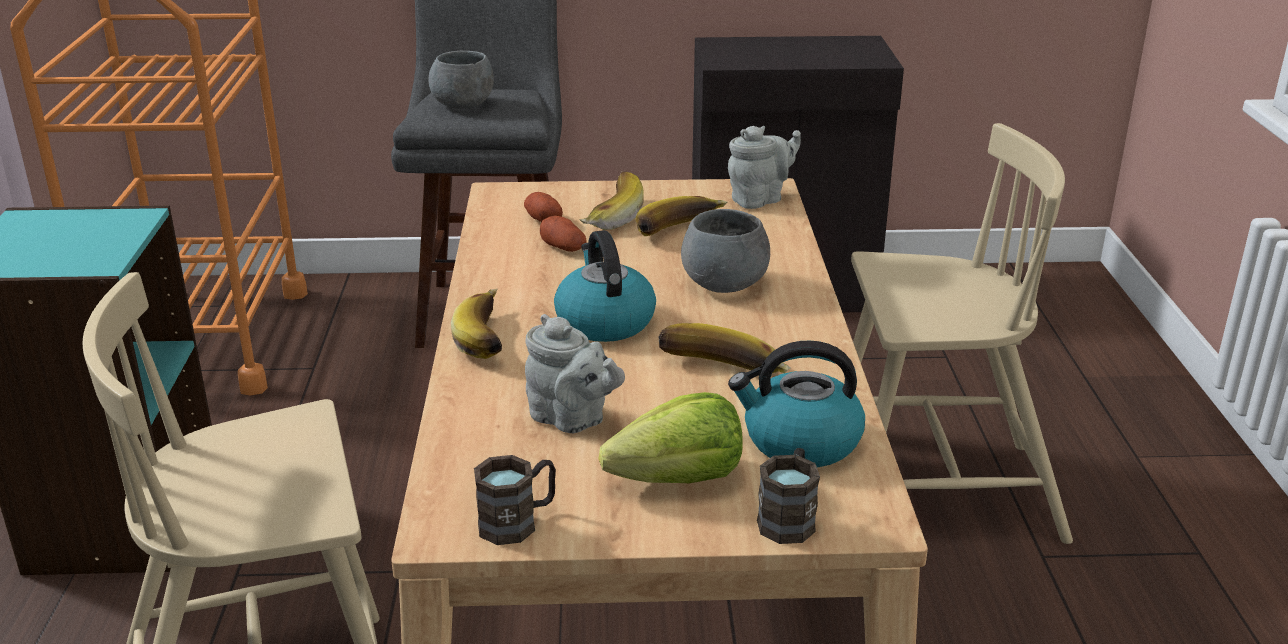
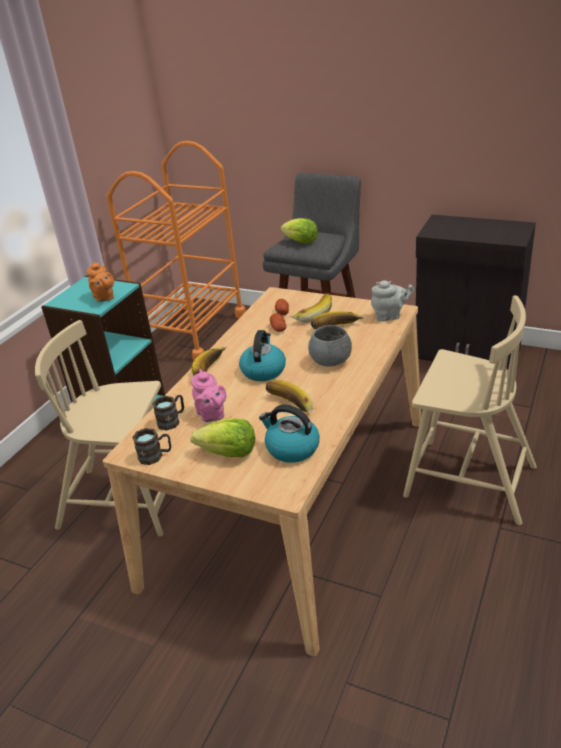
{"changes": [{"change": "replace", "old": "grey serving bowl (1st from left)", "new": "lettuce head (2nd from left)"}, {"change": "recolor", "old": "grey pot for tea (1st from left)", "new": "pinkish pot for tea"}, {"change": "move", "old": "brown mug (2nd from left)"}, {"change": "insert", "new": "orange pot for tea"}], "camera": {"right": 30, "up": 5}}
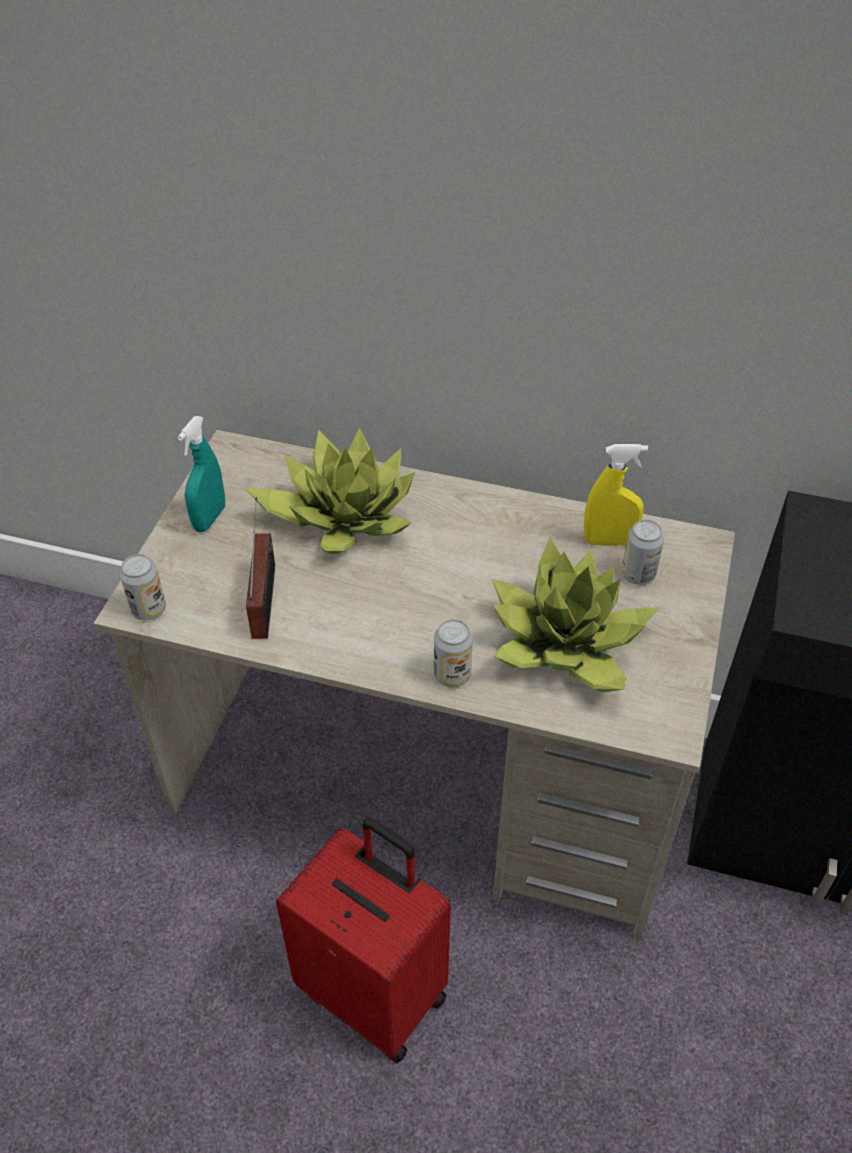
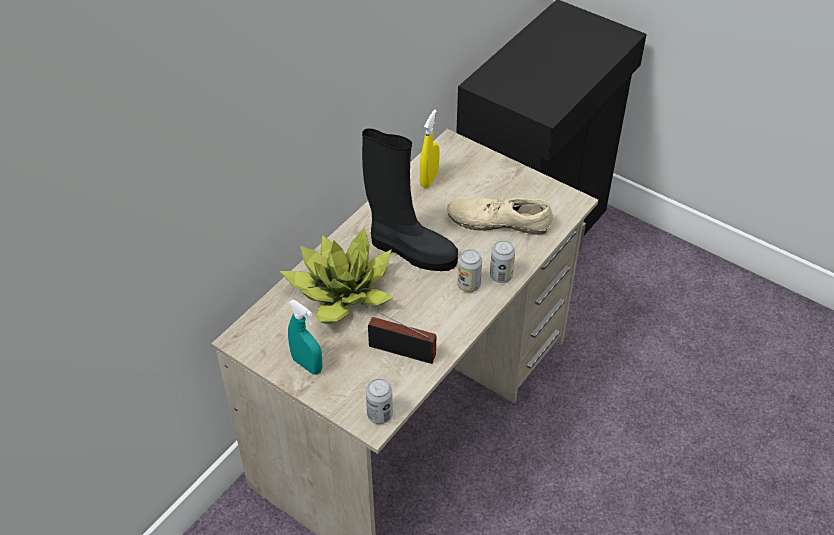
{"changes": [{"change": "move", "old": "metal can (3rd from left in the first image)", "new": "metal can (2nd from left)"}, {"change": "replace", "old": "potted plant (2nd from left)", "new": "beige-coloured item of footwear"}, {"change": "delete", "old": "reddish piece of luggage"}, {"change": "insert", "new": "black boot"}], "camera": {"right": -70, "up": 0}}
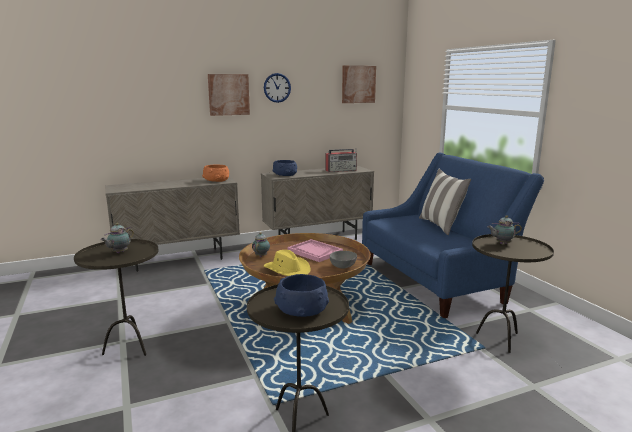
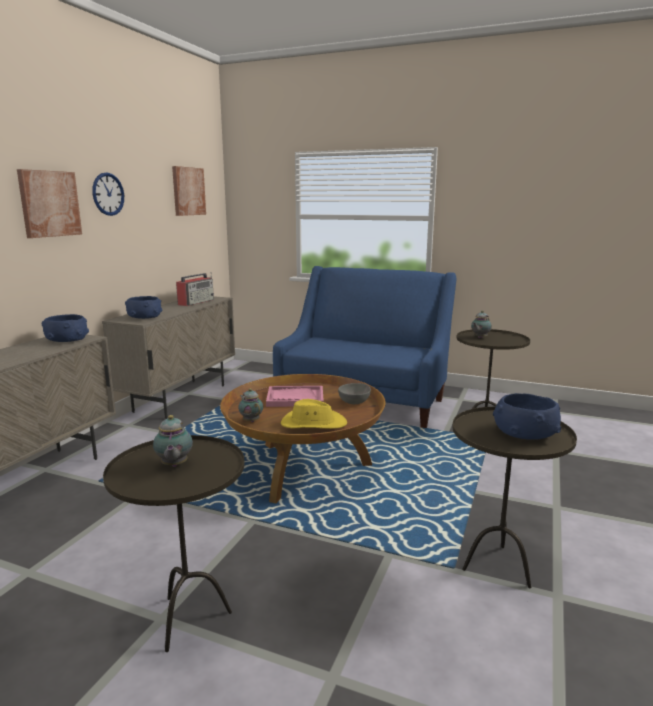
{"changes": [{"change": "recolor", "old": "orange serving bowl", "new": "bluish serving bowl (1st from left)"}, {"change": "delete", "old": "throw pillow"}], "camera": {"right": -45, "up": 0}}
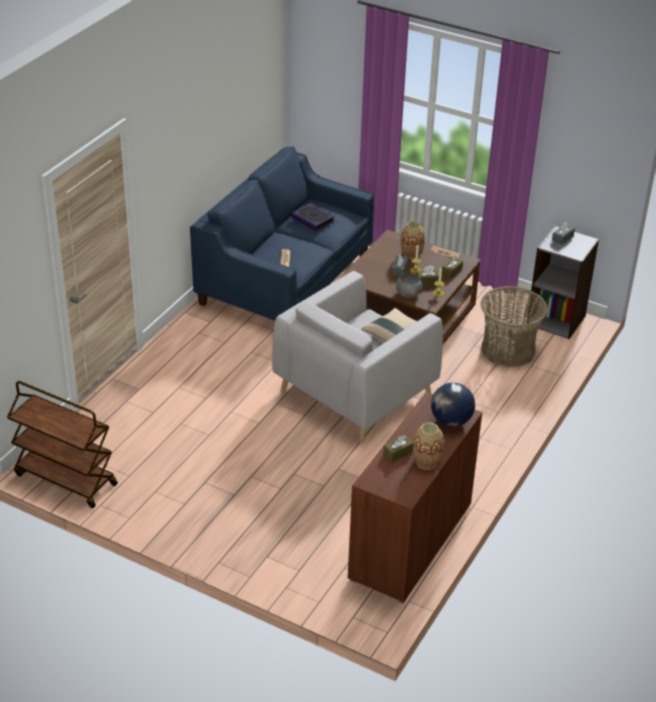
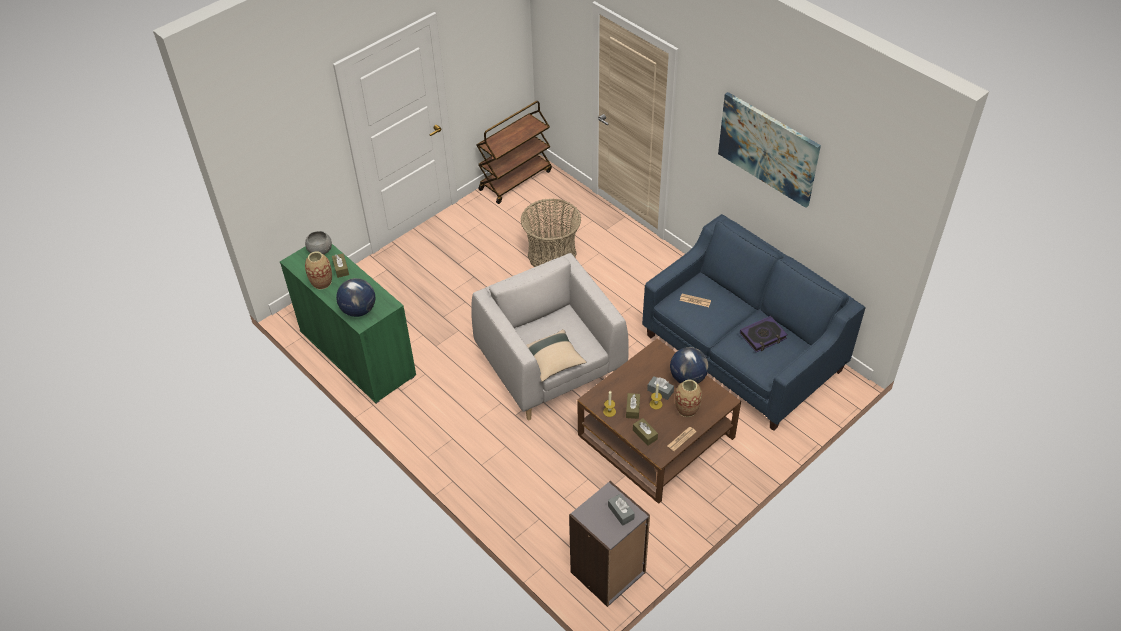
{"changes": [{"change": "move", "old": "grey serving bowl"}, {"change": "move", "old": "basket"}, {"change": "recolor", "old": "brown cabinet", "new": "green cabinet"}, {"change": "insert", "new": "picture"}, {"change": "insert", "new": "desk globe (2nd from left)"}], "camera": {"right": 110, "up": 10}}
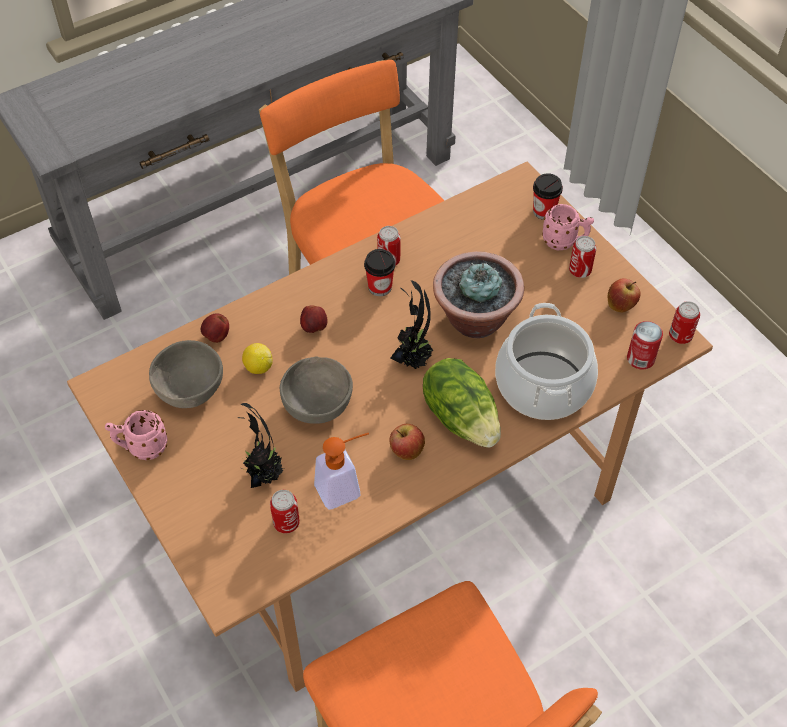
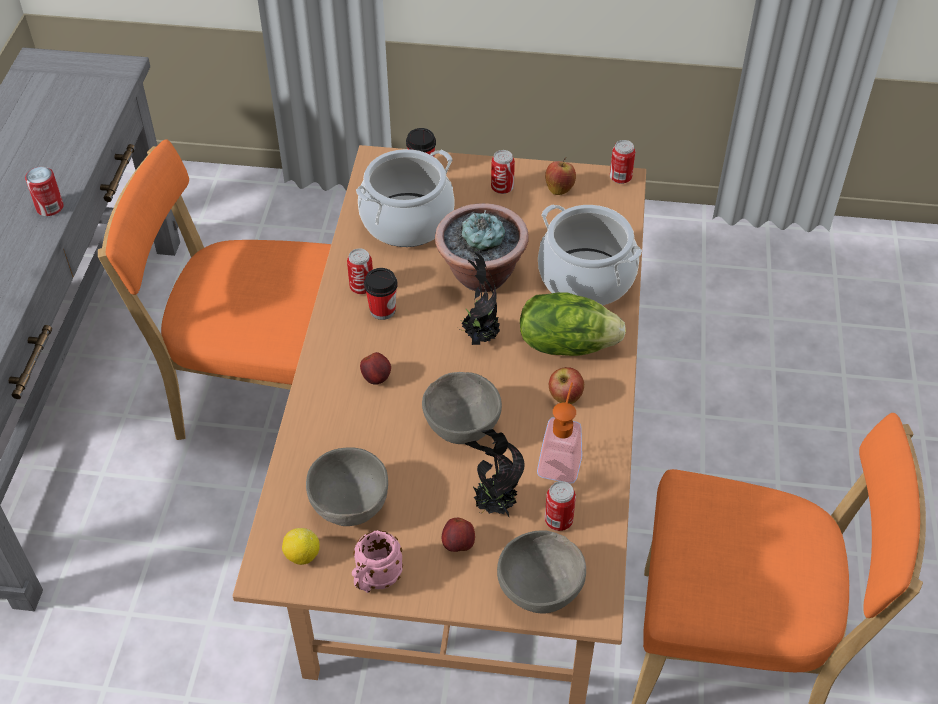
{"changes": [{"change": "delete", "old": "pinkish mug (2nd from left)"}, {"change": "move", "old": "whole apple (1st from left in the first image)", "new": "whole apple (2nd from left)"}, {"change": "move", "old": "metal can (4th from left in the first image)", "new": "metal can (1st from left)"}, {"change": "move", "old": "citrus fruit"}, {"change": "insert", "new": "stockpot (1st from left)"}, {"change": "insert", "new": "grey serving bowl (3rd from left)"}], "camera": {"right": -50, "up": -5}}
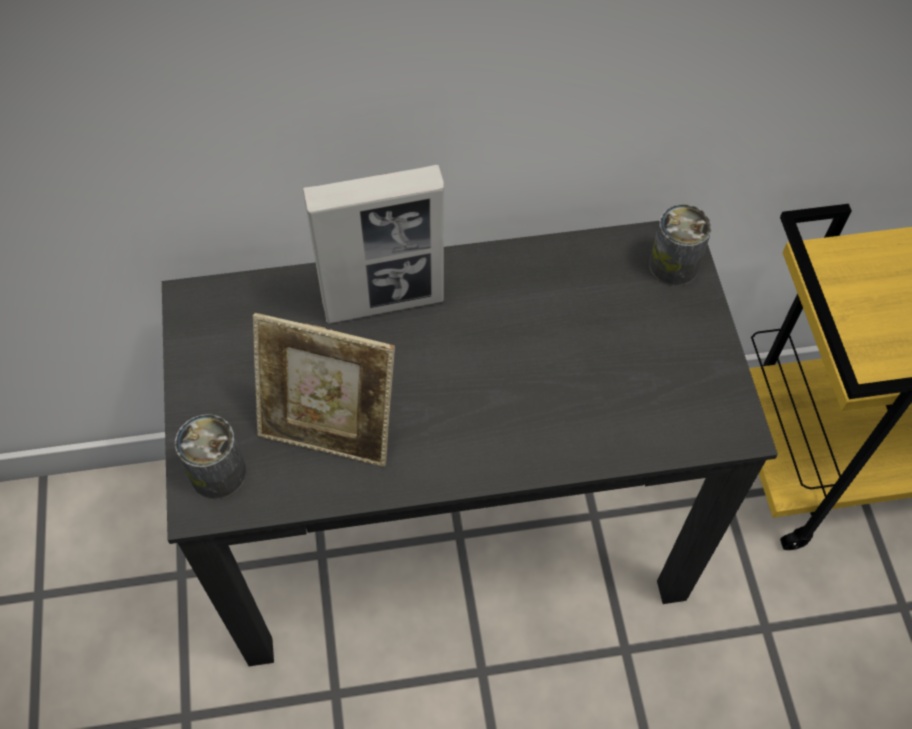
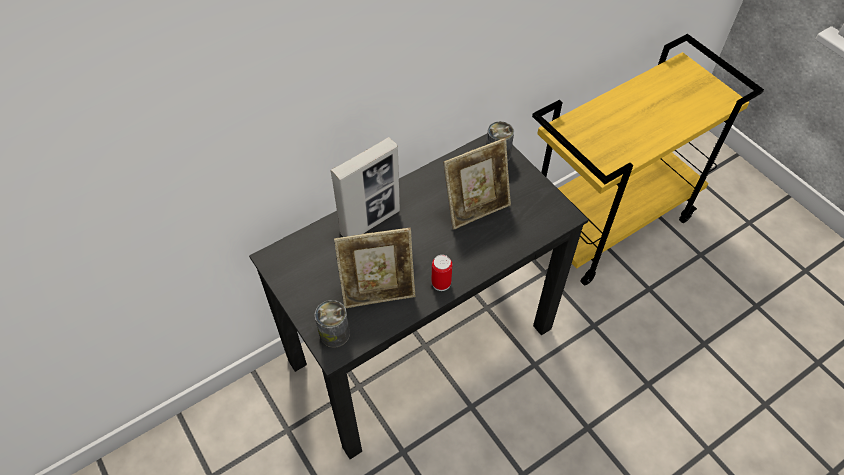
{"changes": [{"change": "insert", "new": "photo frame (3rd from left)"}, {"change": "insert", "new": "metal can (2nd from left)"}], "camera": {"right": -25, "up": -5}}
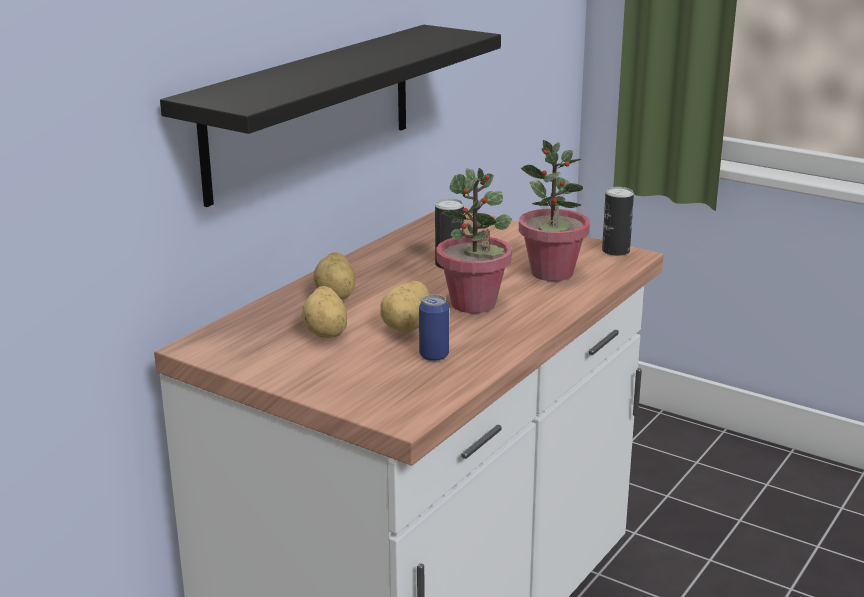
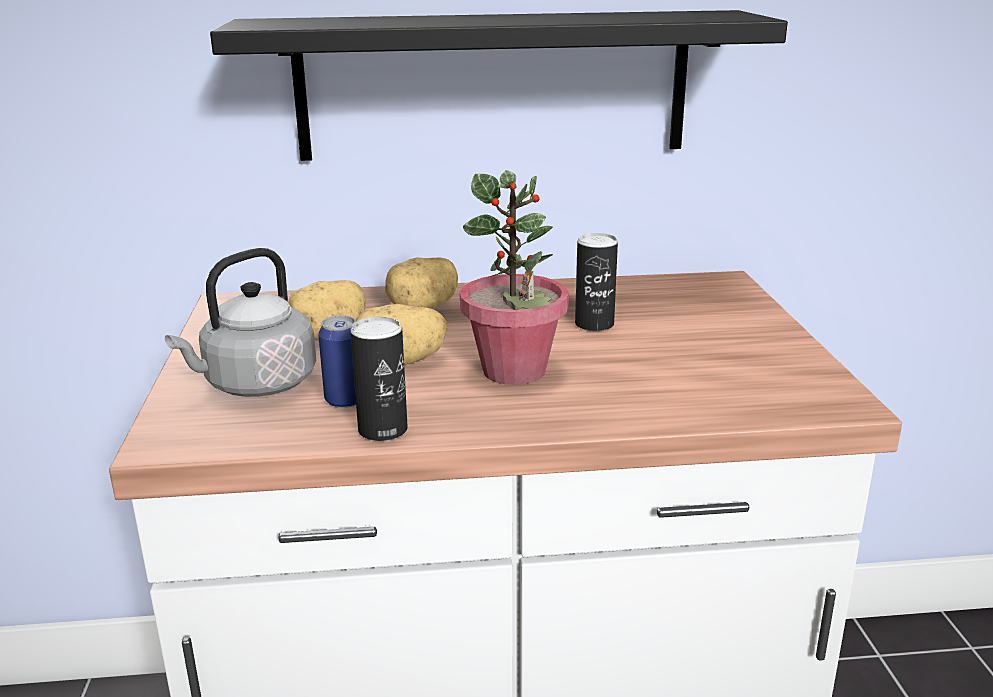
{"changes": [{"change": "delete", "old": "potted plant (2nd from left)"}, {"change": "move", "old": "metal can (3rd from left in the first image)", "new": "metal can (2nd from left)"}, {"change": "insert", "new": "grey water kettle"}], "camera": {"right": 50, "up": 0}}
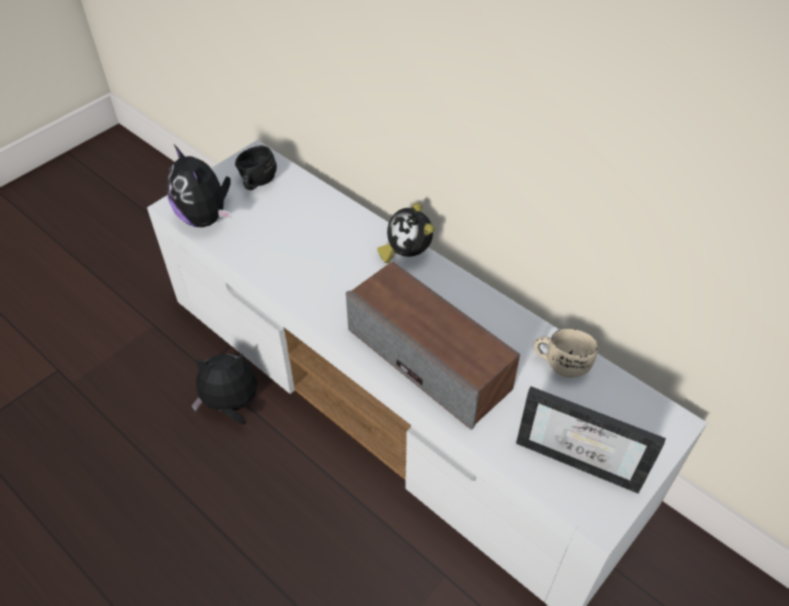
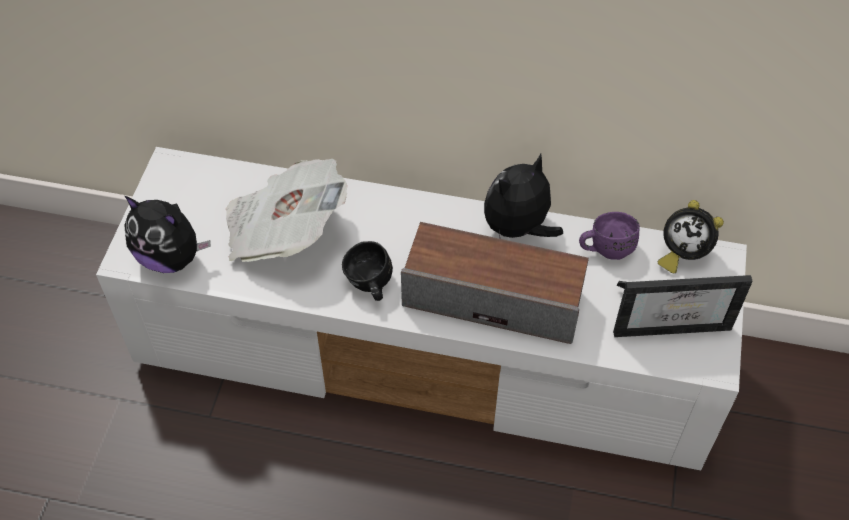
{"changes": [{"change": "move", "old": "black mug"}, {"change": "move", "old": "alarm clock"}, {"change": "recolor", "old": "beige-coloured mug", "new": "purple-coloured mug"}, {"change": "move", "old": "plush toy (2nd from left)"}, {"change": "insert", "new": "newspaper"}], "camera": {"right": -30, "up": 5}}
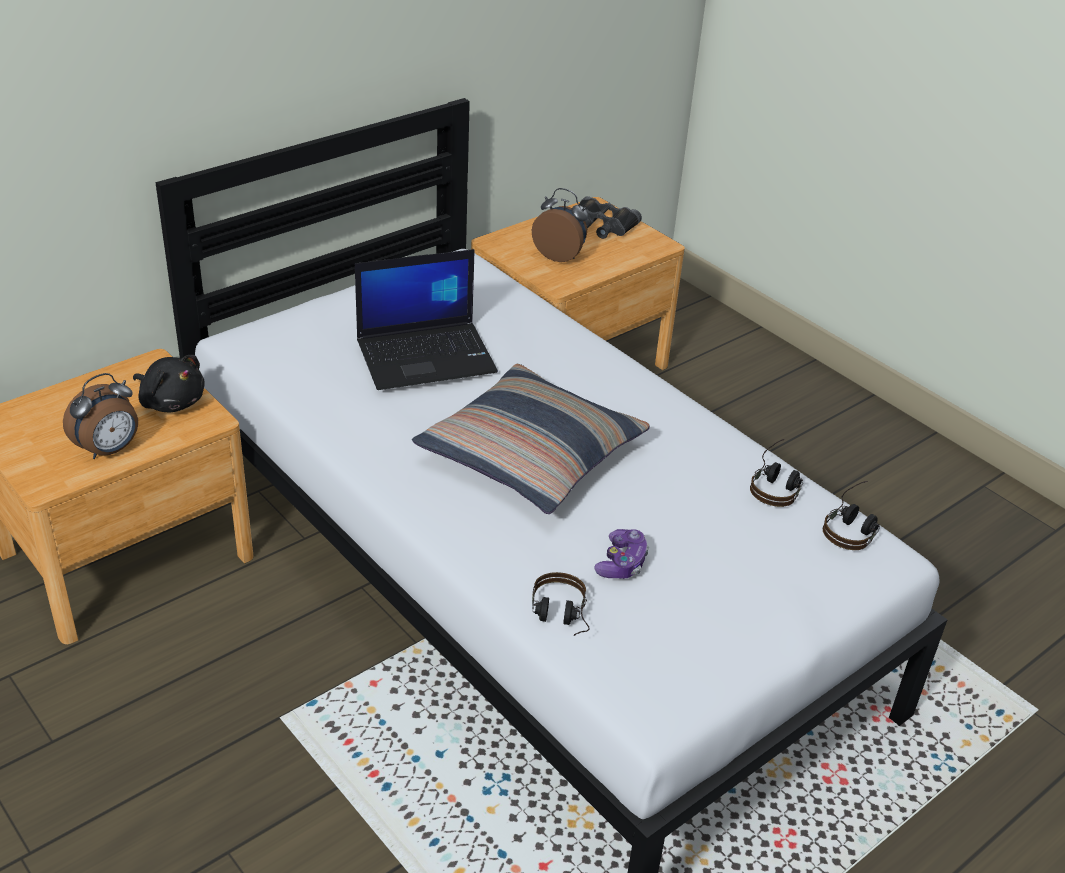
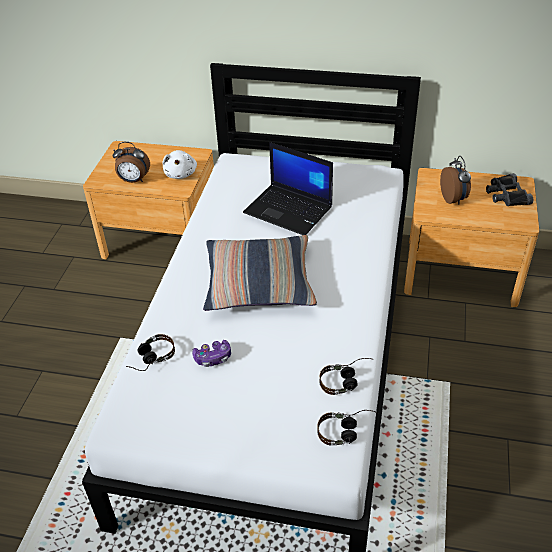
{"changes": [{"change": "recolor", "old": "black plush toy", "new": "white plush toy"}], "camera": {"right": 55, "up": 5}}
